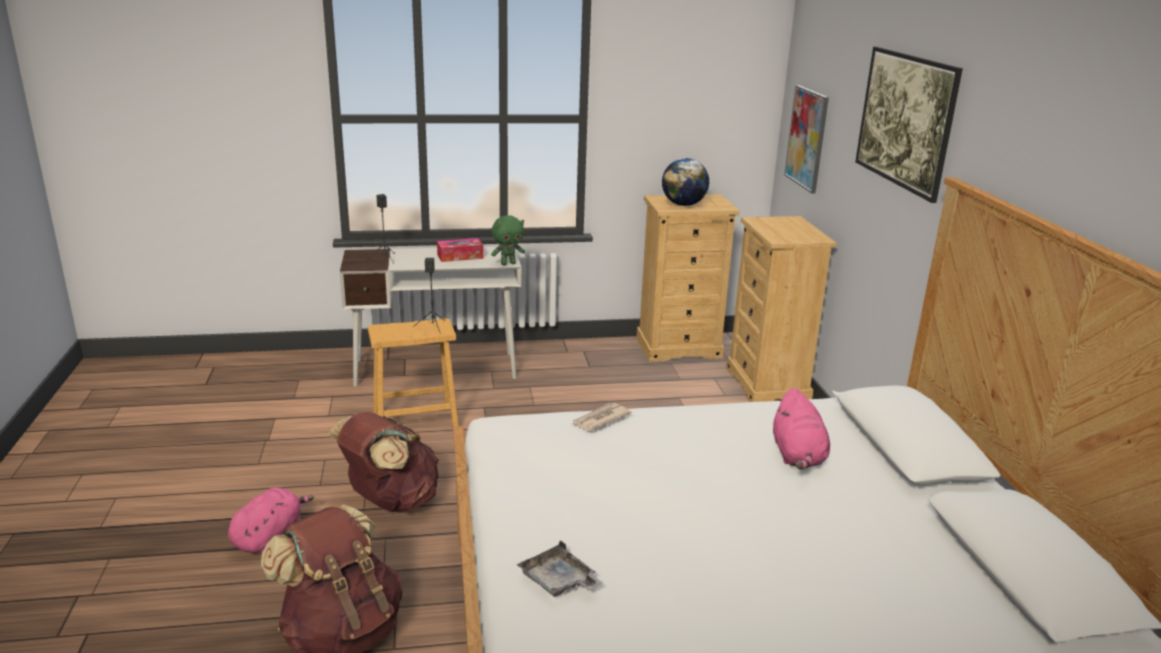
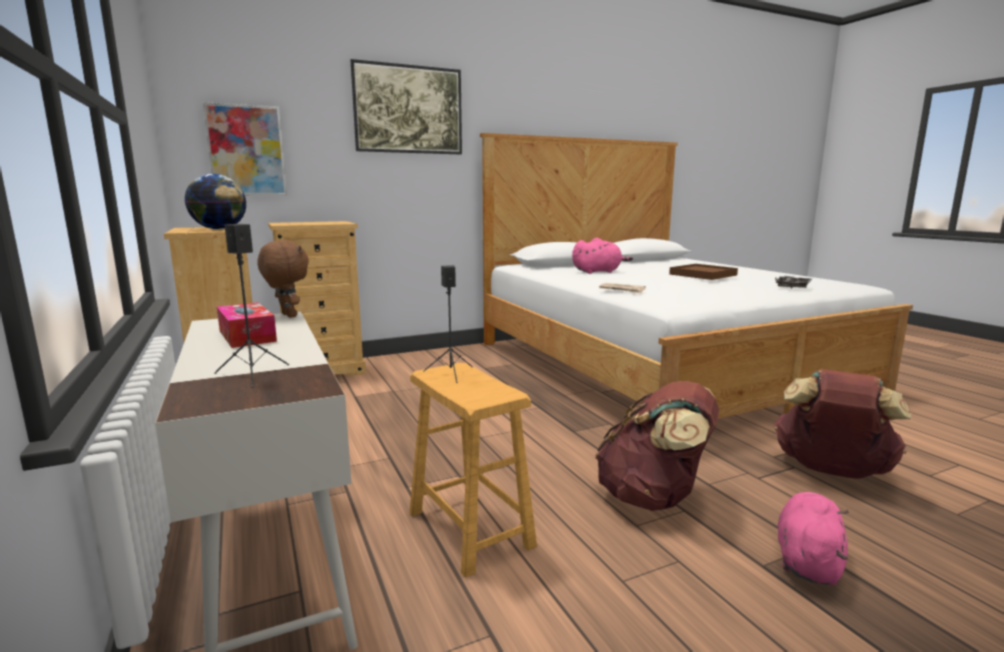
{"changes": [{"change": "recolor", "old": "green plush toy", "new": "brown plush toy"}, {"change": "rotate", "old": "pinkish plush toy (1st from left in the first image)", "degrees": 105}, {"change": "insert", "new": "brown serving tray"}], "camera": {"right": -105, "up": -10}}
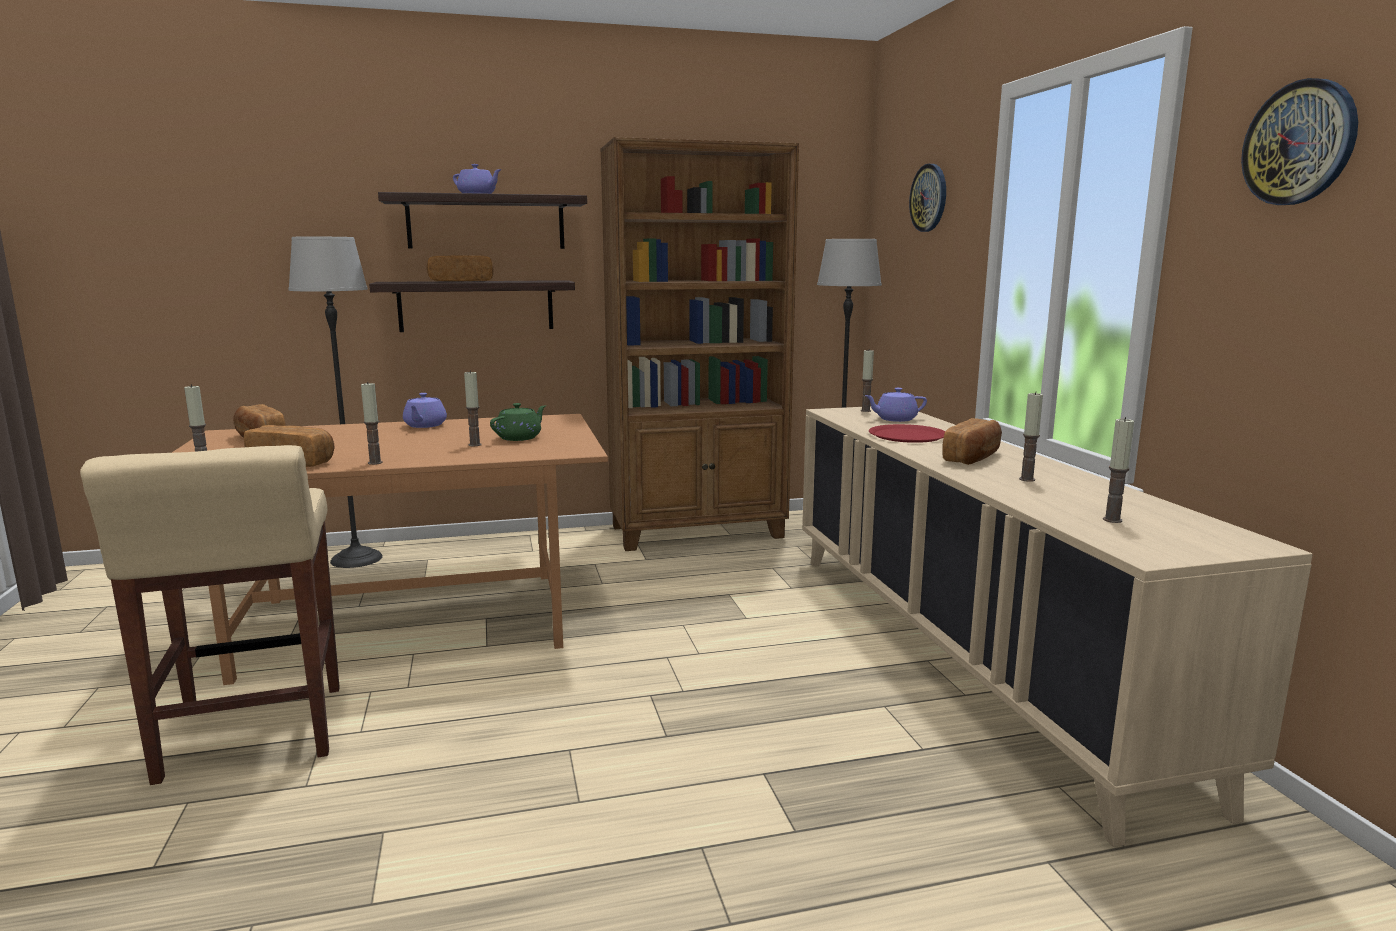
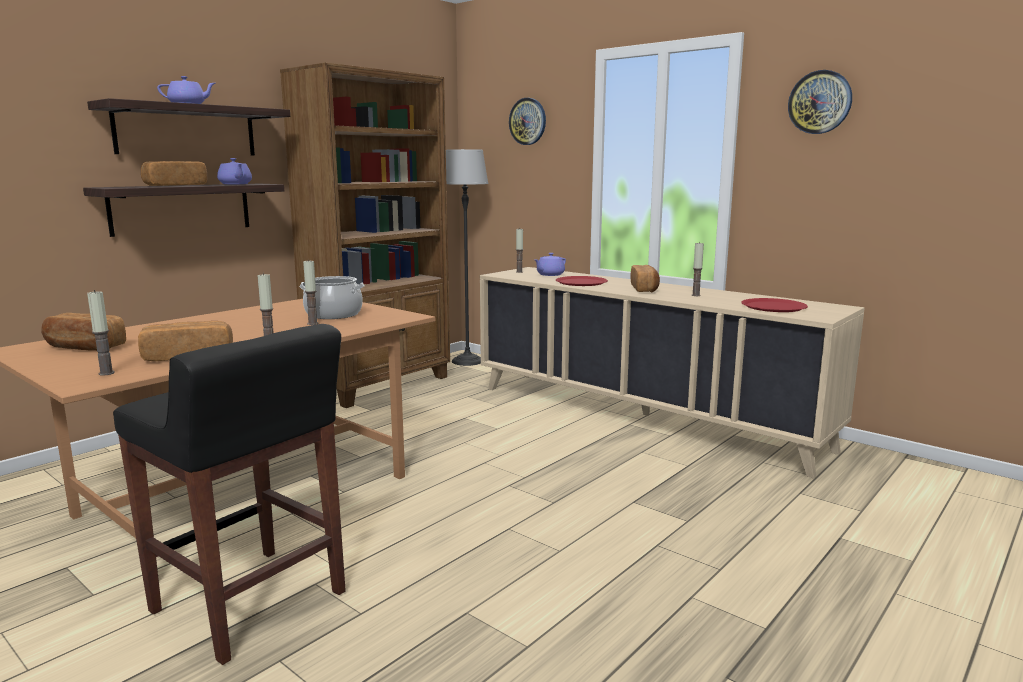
{"changes": [{"change": "delete", "old": "standing lamp (1st from left)"}, {"change": "move", "old": "purple-coloured pot for tea (1st from left in the first image)", "new": "purple-coloured pot for tea (2nd from left)"}, {"change": "replace", "old": "green pot for tea", "new": "stockpot"}, {"change": "replace", "old": "candle (6th from left)", "new": "reddish plate (2nd from left)"}, {"change": "recolor", "old": "beige-coloured stool", "new": "black stool"}], "camera": {"right": -35, "up": 0}}
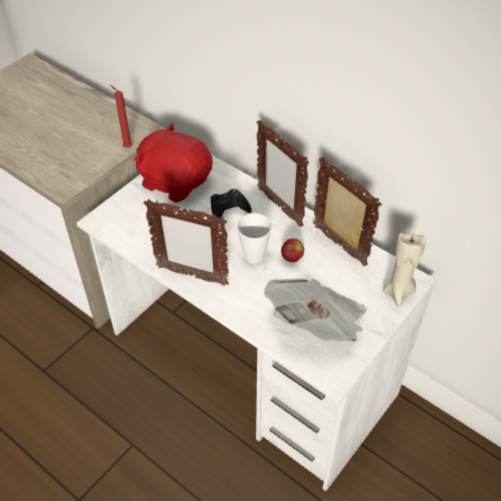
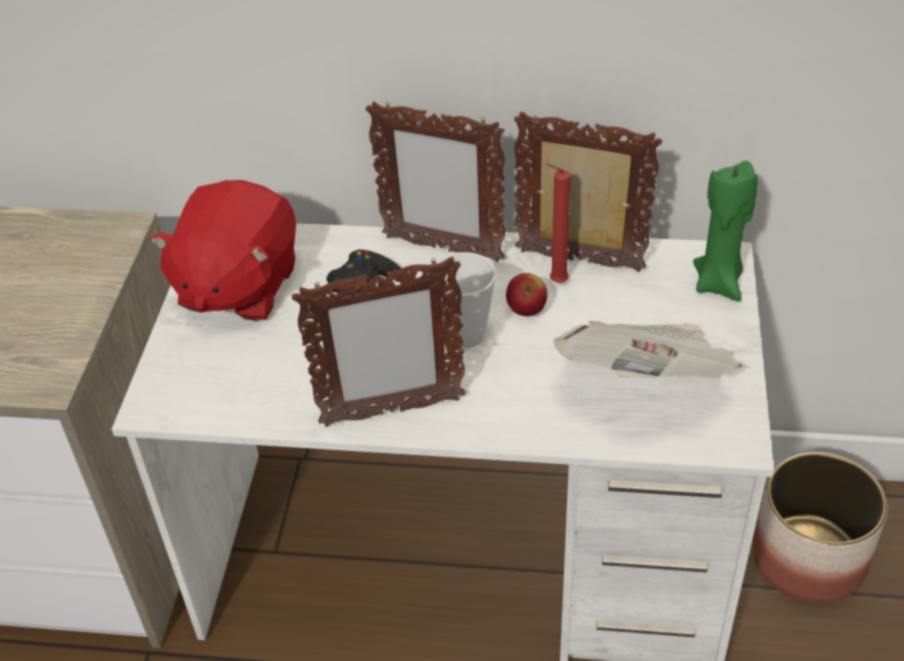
{"changes": [{"change": "move", "old": "reddish candle"}, {"change": "rotate", "old": "reddish plush toy", "degrees": -75}, {"change": "recolor", "old": "beige-coloured candle", "new": "green candle"}, {"change": "insert", "new": "plant pot"}], "camera": {"right": -30, "up": -5}}
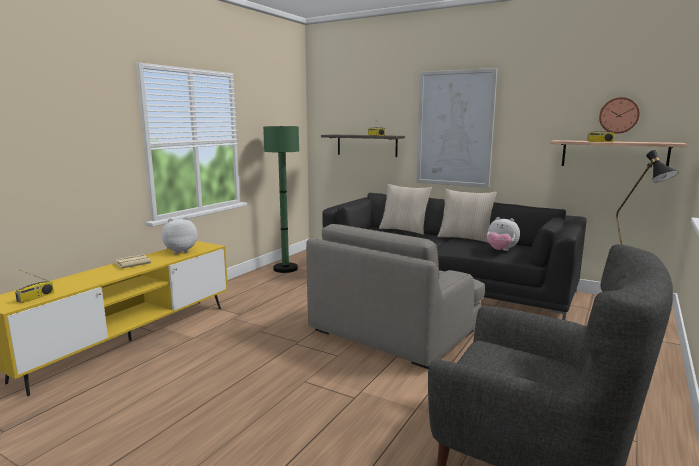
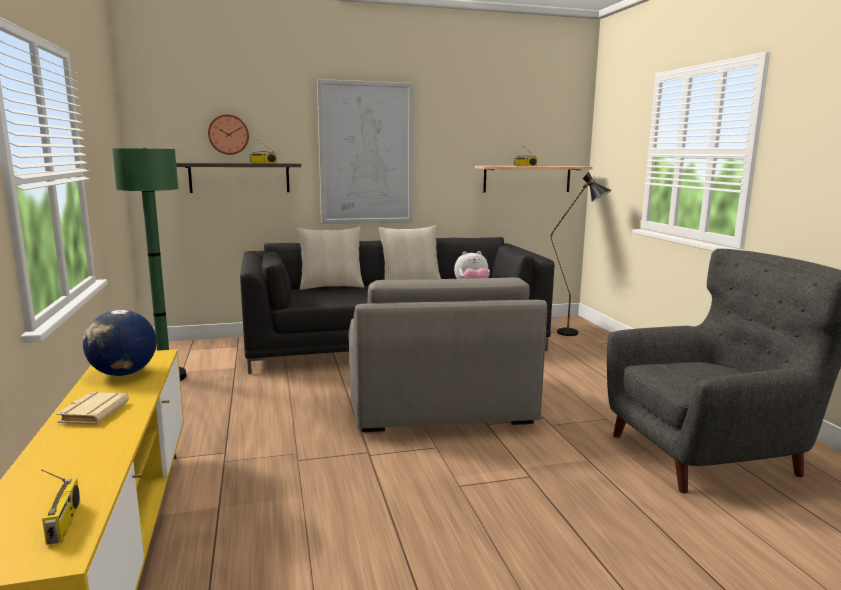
{"changes": [{"change": "move", "old": "wall clock"}, {"change": "replace", "old": "plush toy (1st from left)", "new": "desk globe"}], "camera": {"right": -45, "up": 0}}
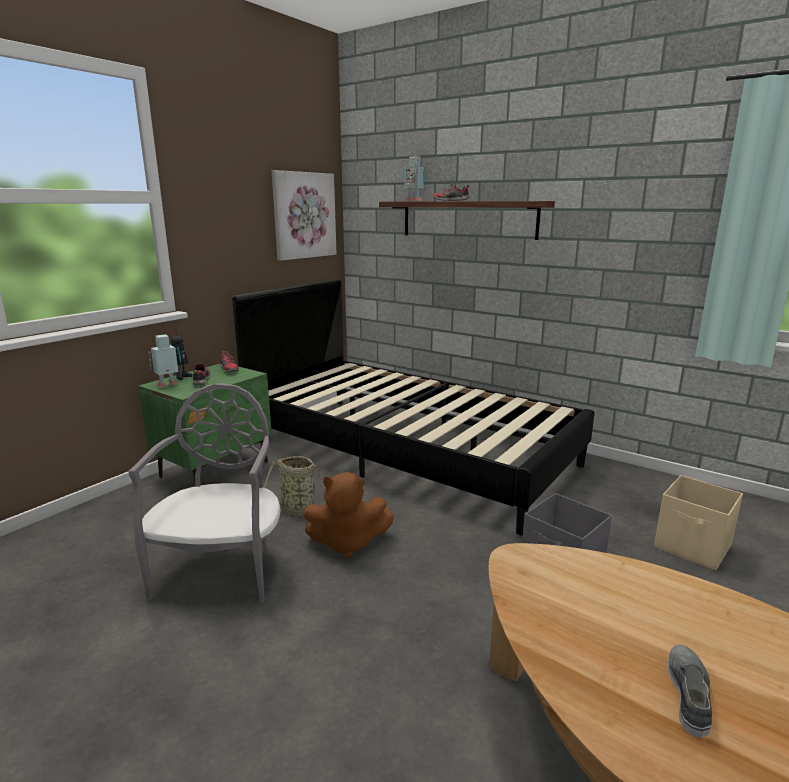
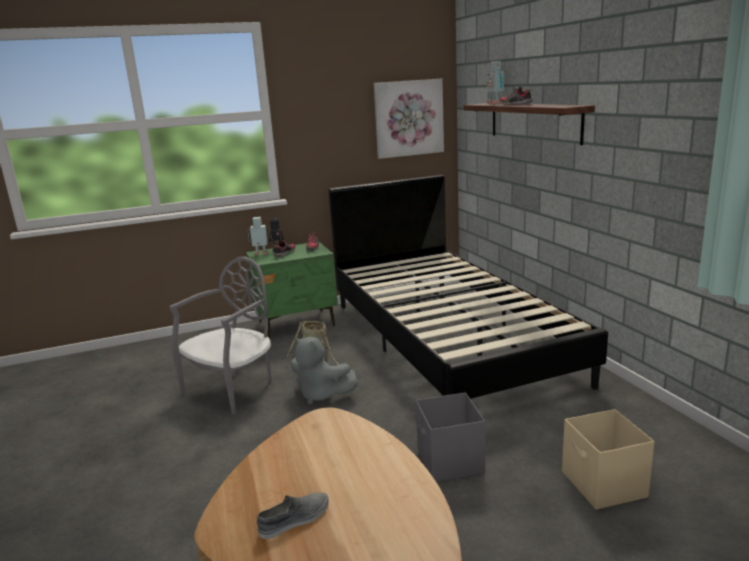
{"changes": [{"change": "recolor", "old": "brown plush toy", "new": "grey plush toy"}], "camera": {"right": 35, "up": 0}}
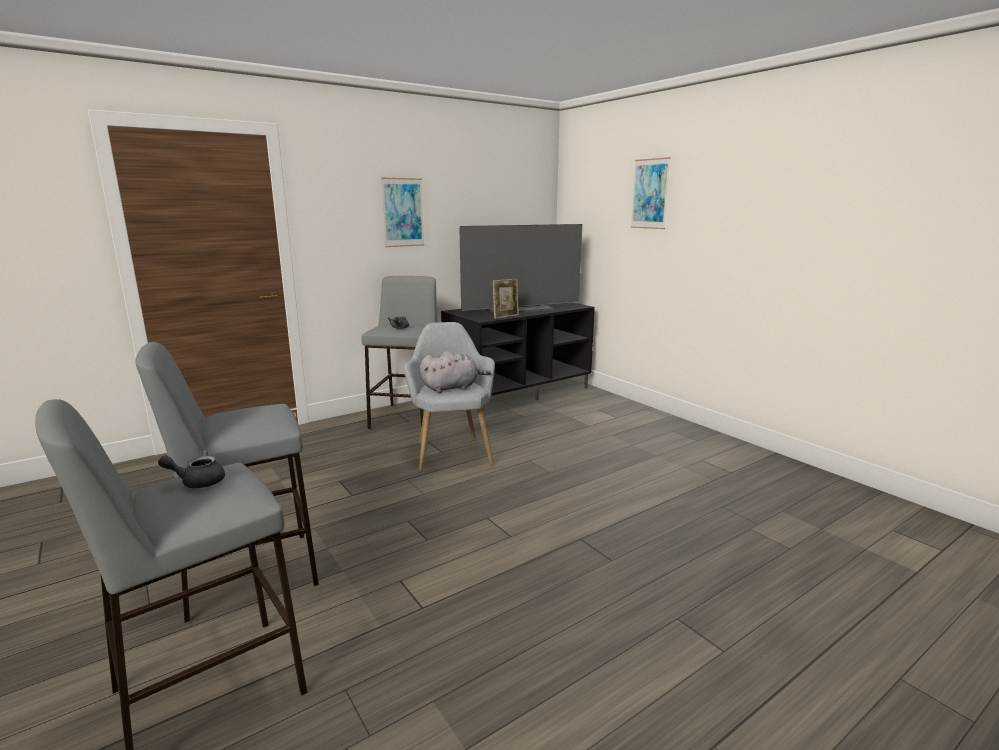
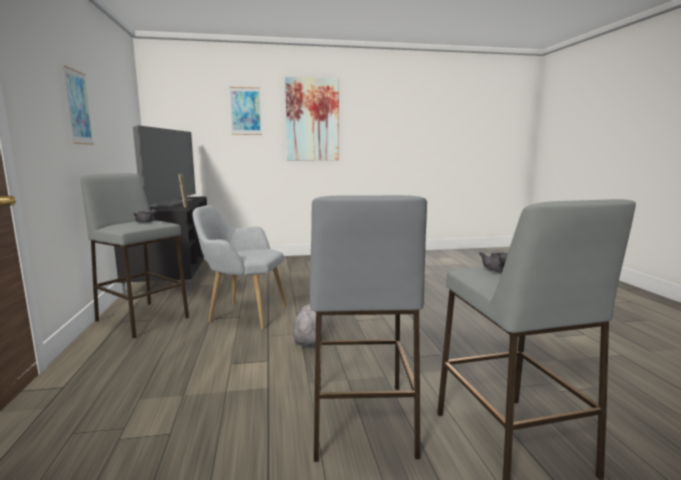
{"changes": [{"change": "move", "old": "grey plush toy"}, {"change": "insert", "new": "picture (3rd from left)"}], "camera": {"right": -65, "up": -5}}
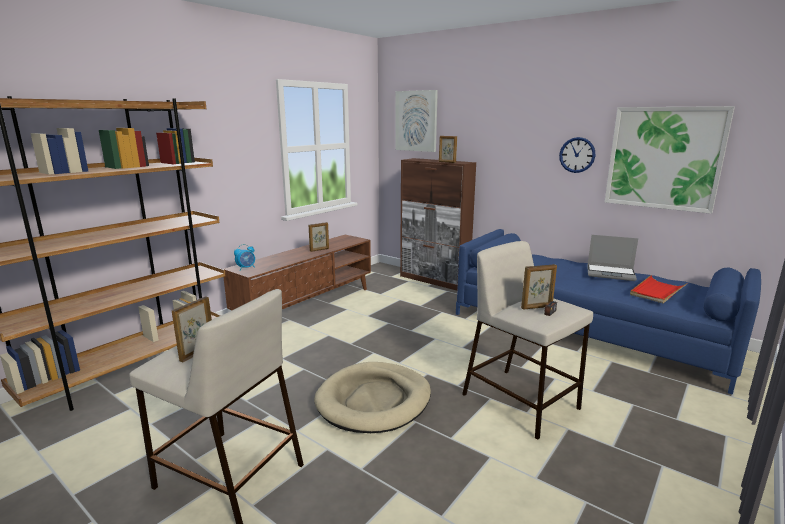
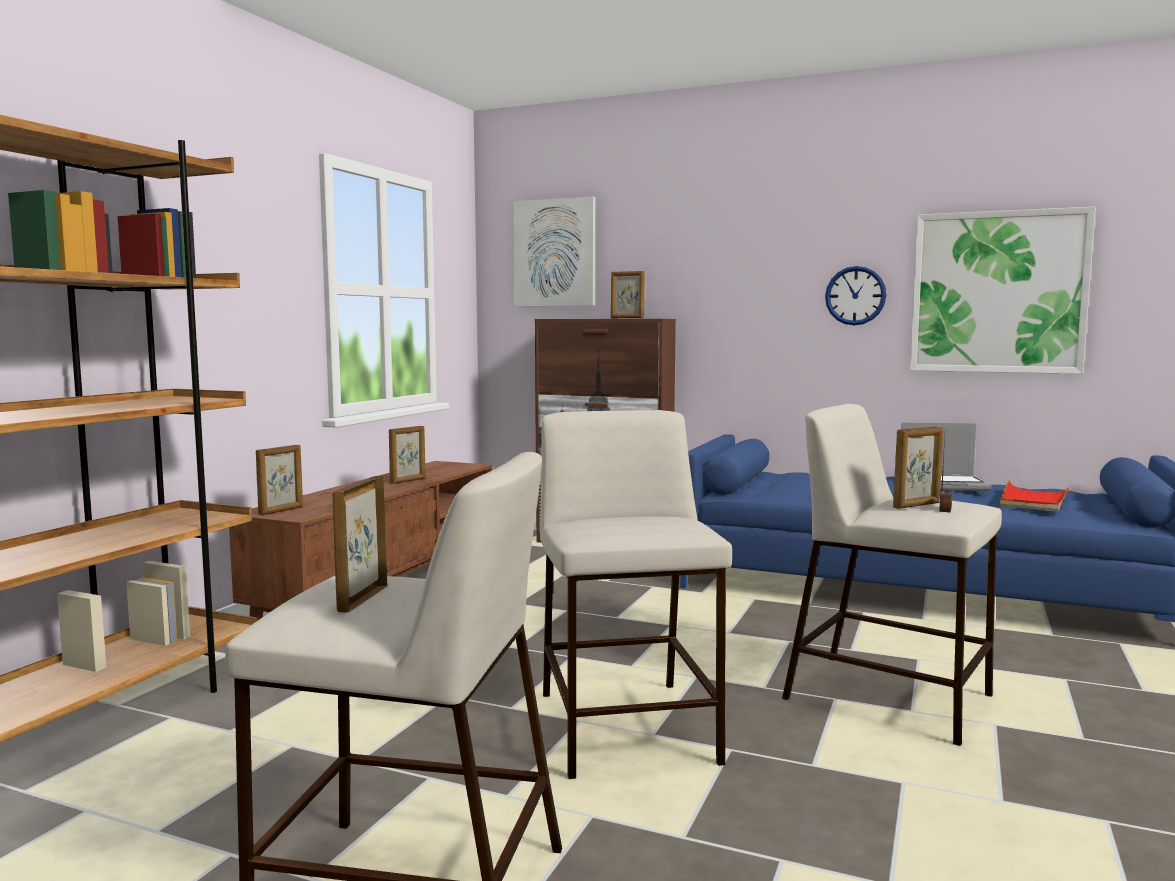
{"changes": [{"change": "replace", "old": "alarm clock", "new": "photo frame (1st from left)"}, {"change": "replace", "old": "beige-coloured pet bed", "new": "beige-coloured stool (2nd from left)"}], "camera": {"right": -15, "up": -10}}
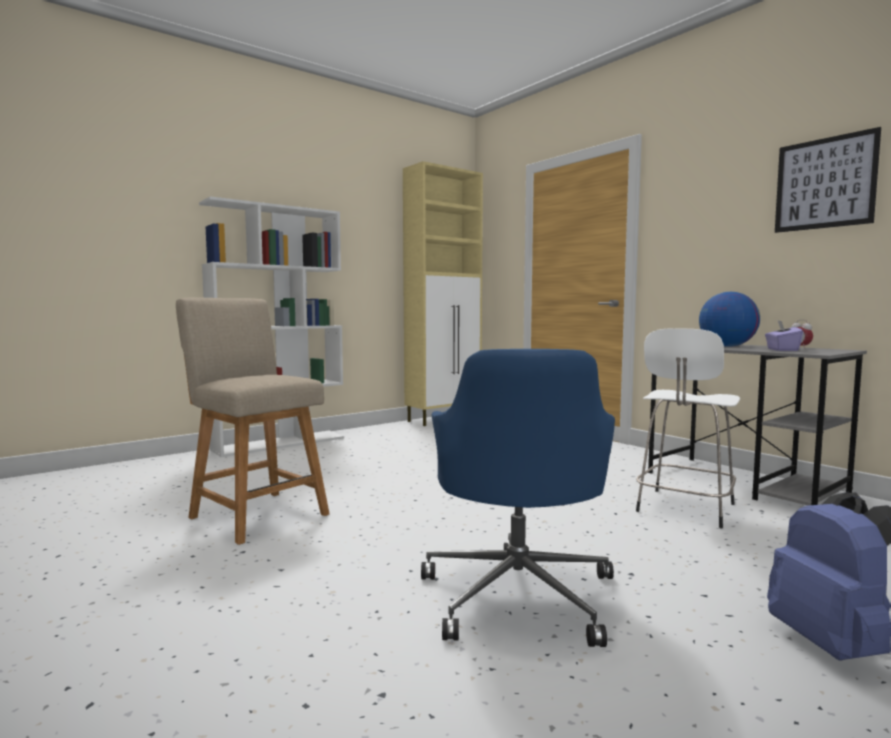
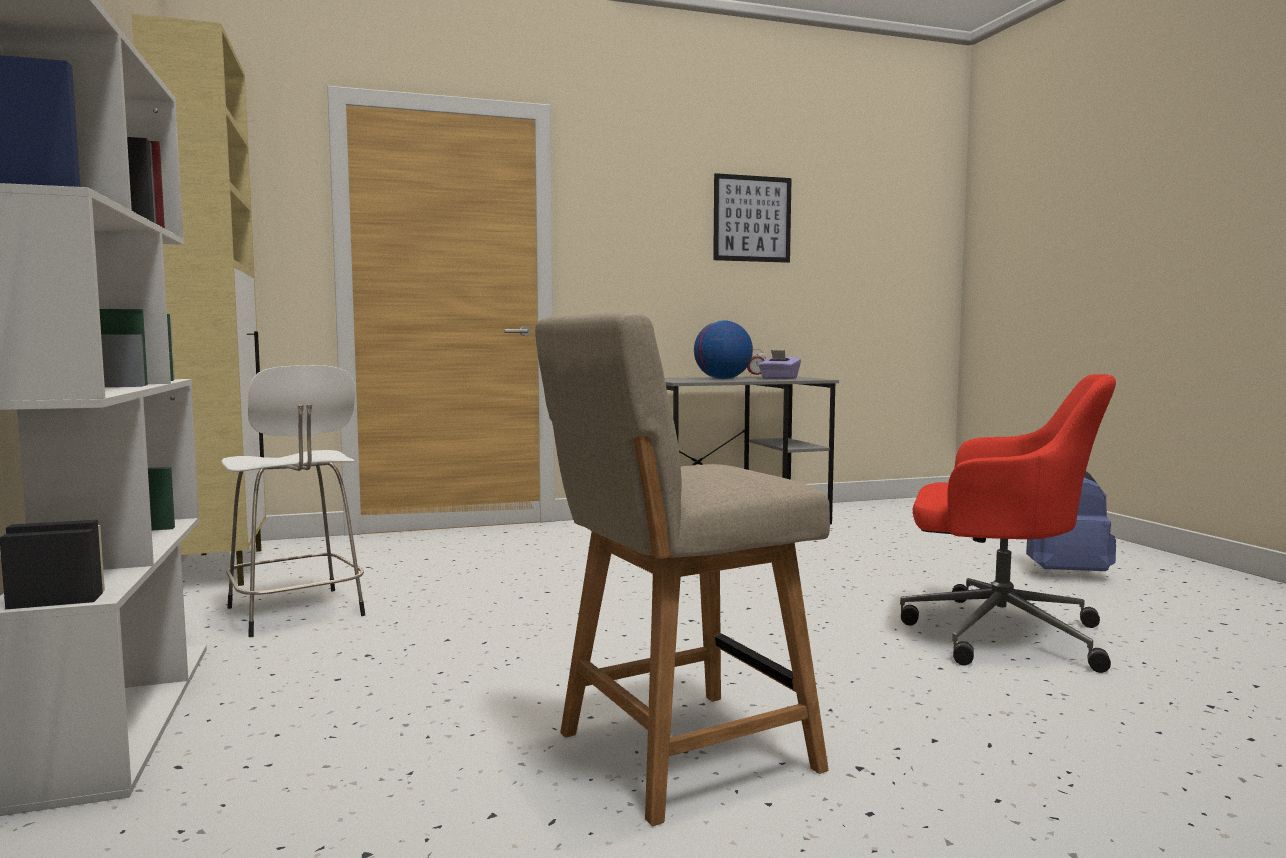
{"changes": [{"change": "move", "old": "white stool"}, {"change": "recolor", "old": "bluish computer chair", "new": "reddish computer chair"}], "camera": {"right": -70, "up": 0}}
